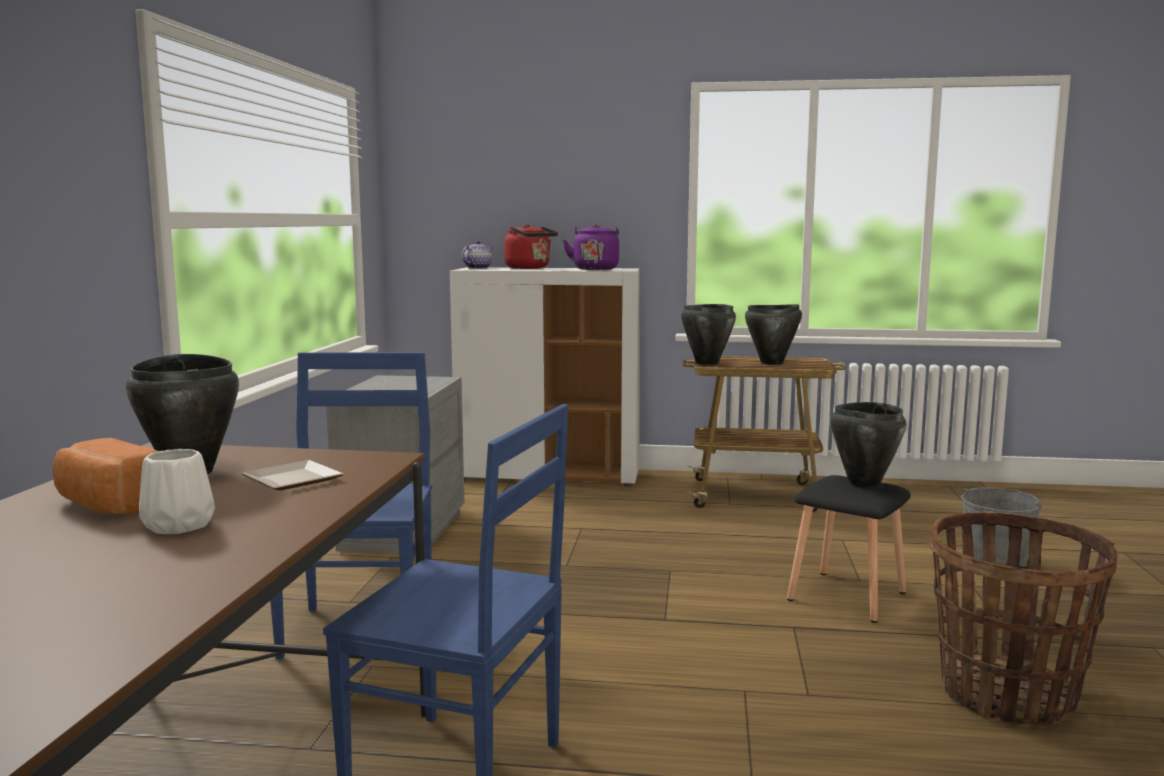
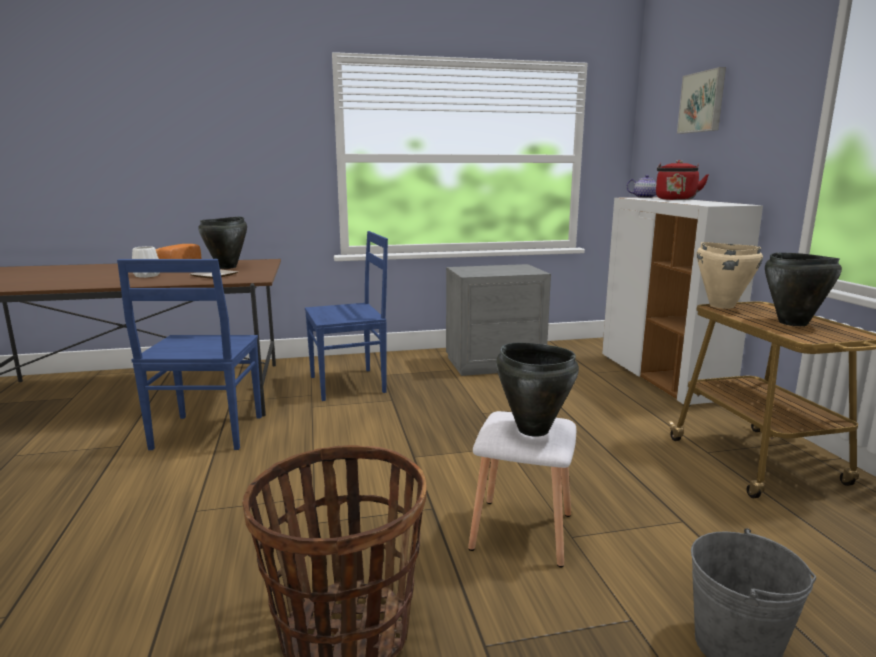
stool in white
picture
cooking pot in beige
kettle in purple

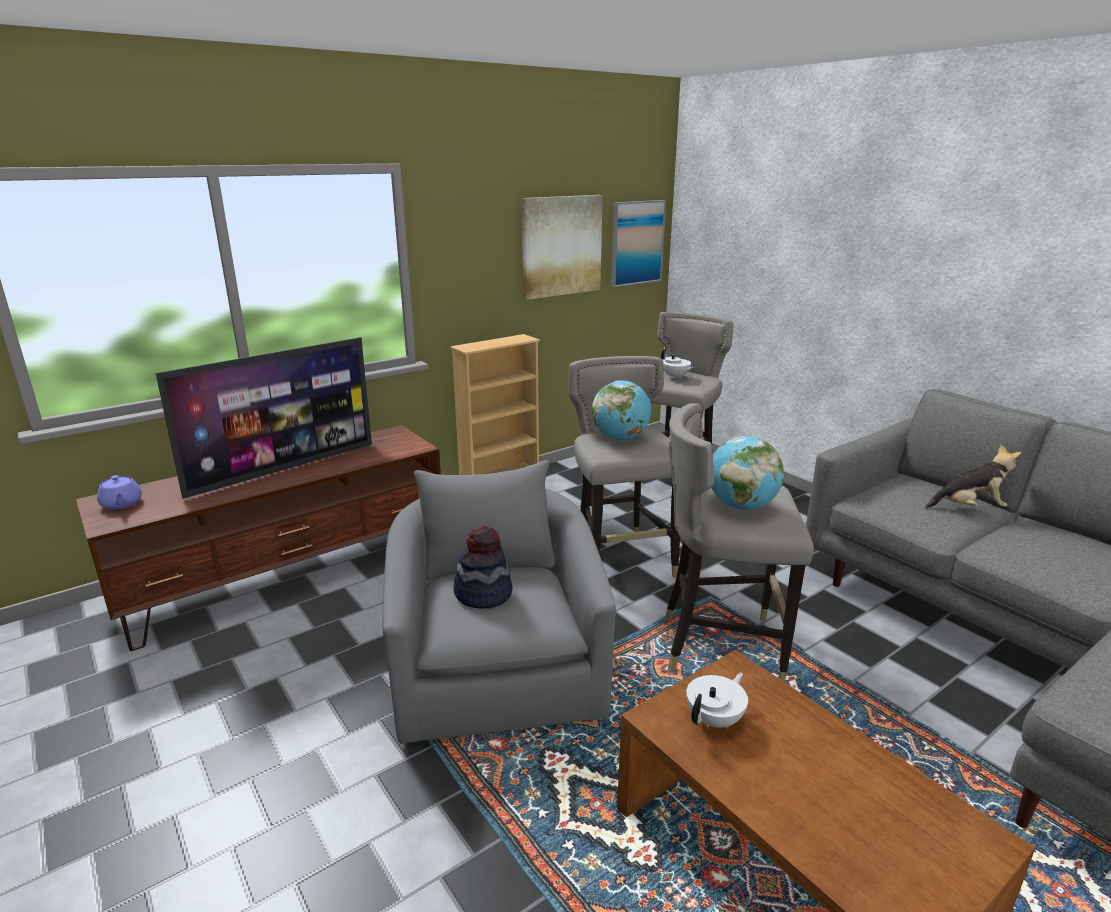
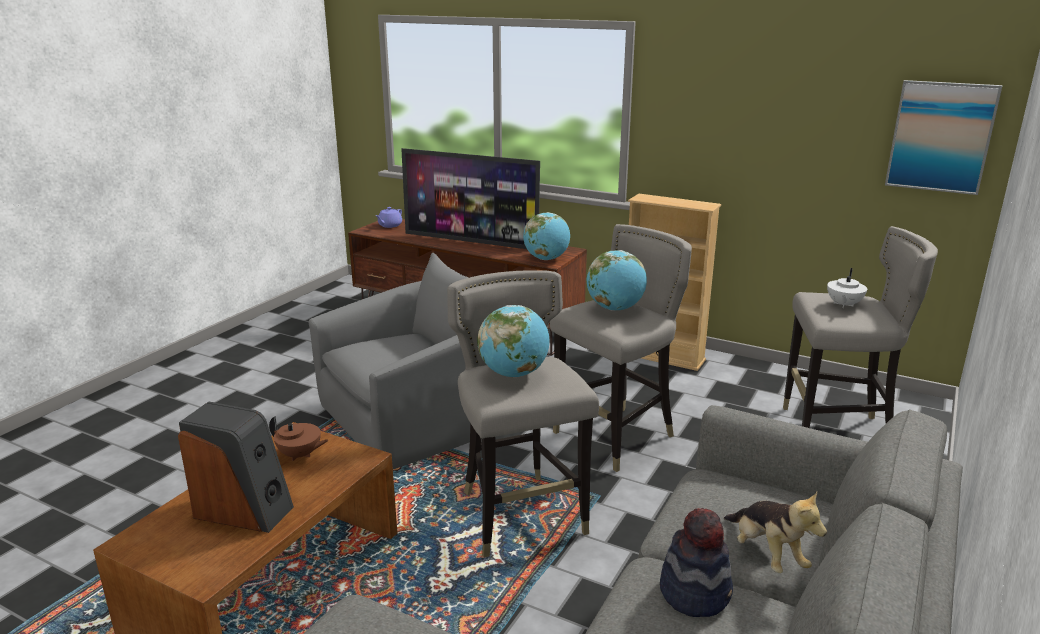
speaker
teapot in brown
globe (2nd from left)
hat
picture (1st from left in the first image)

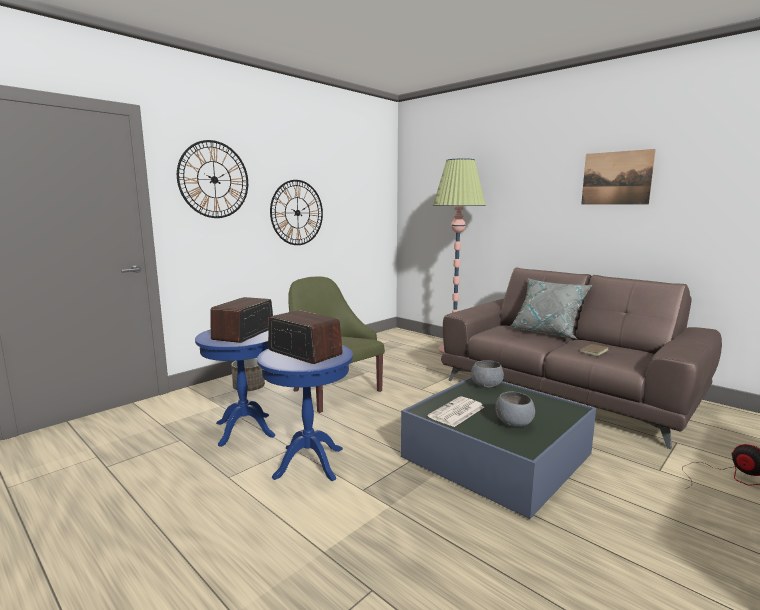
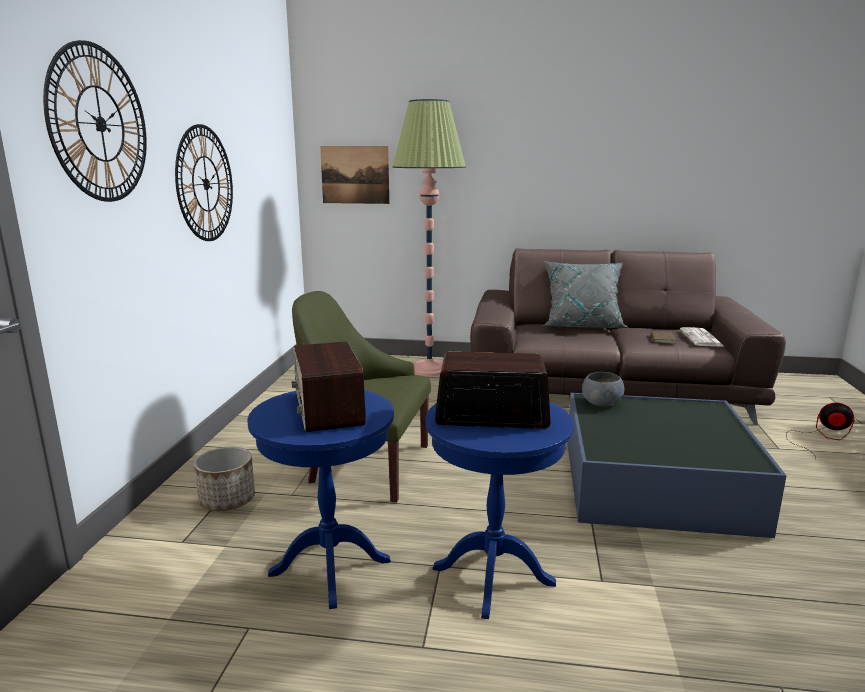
picture
newspaper
bowl in grey (2nd from left in the first image)

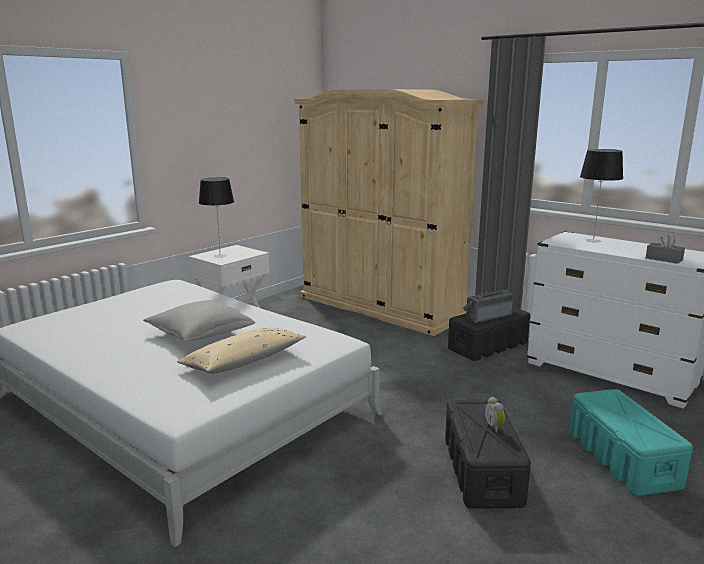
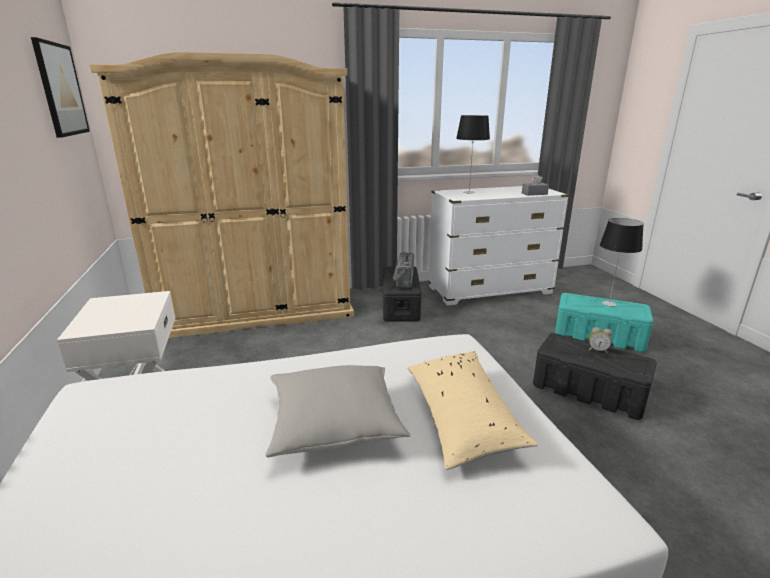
picture
table lamp (2nd from left)

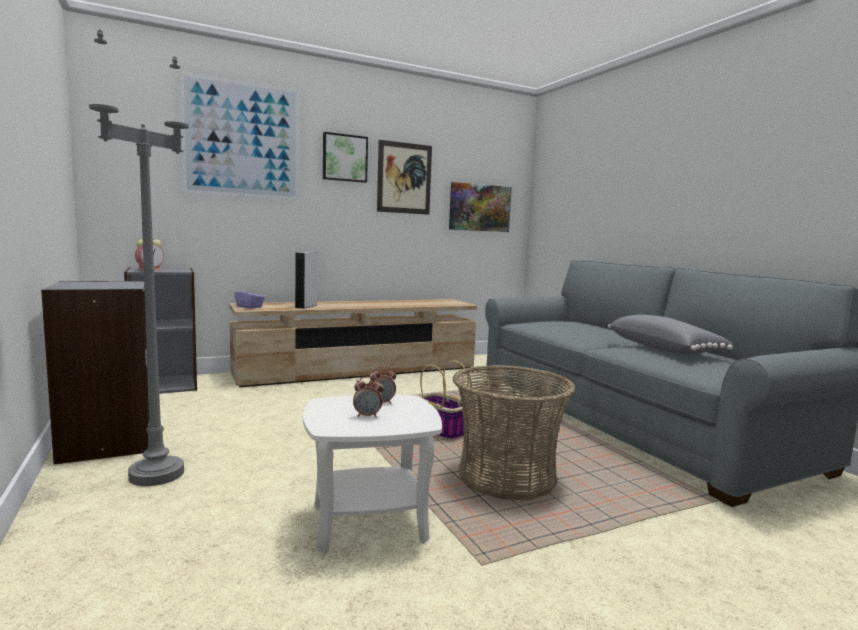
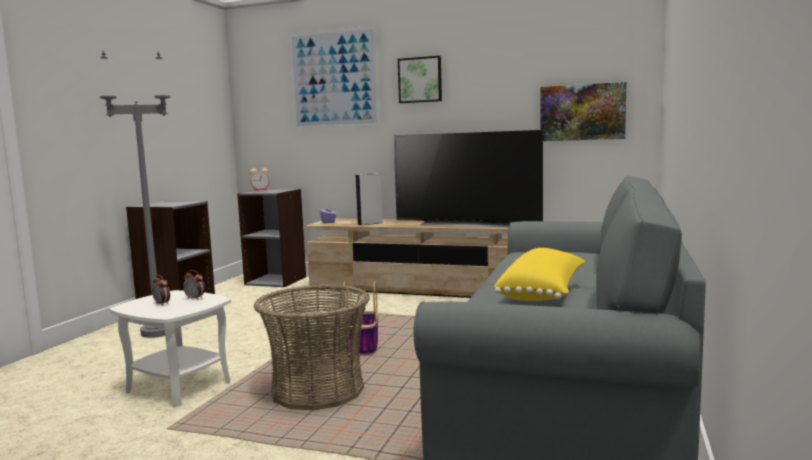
television
pillow in yellow
picture (3rd from left in the first image)

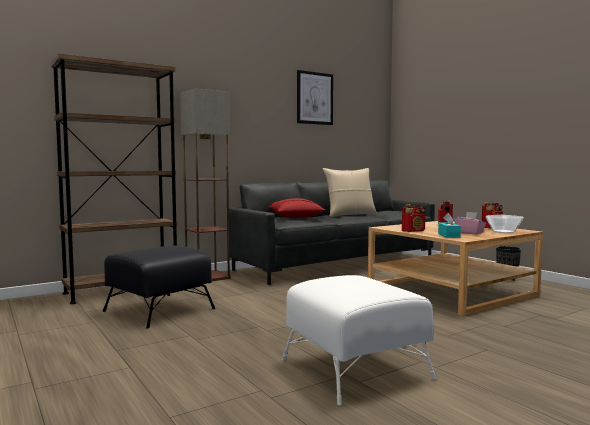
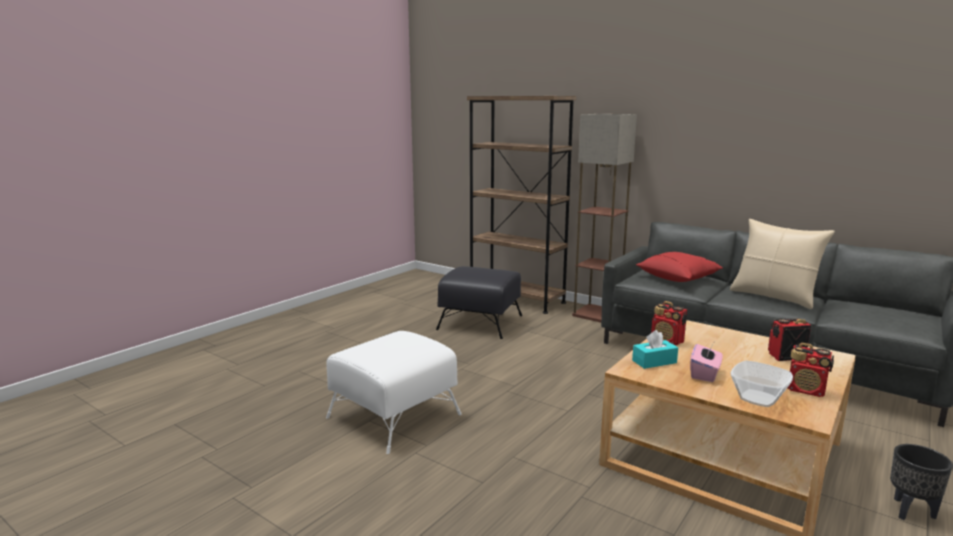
picture

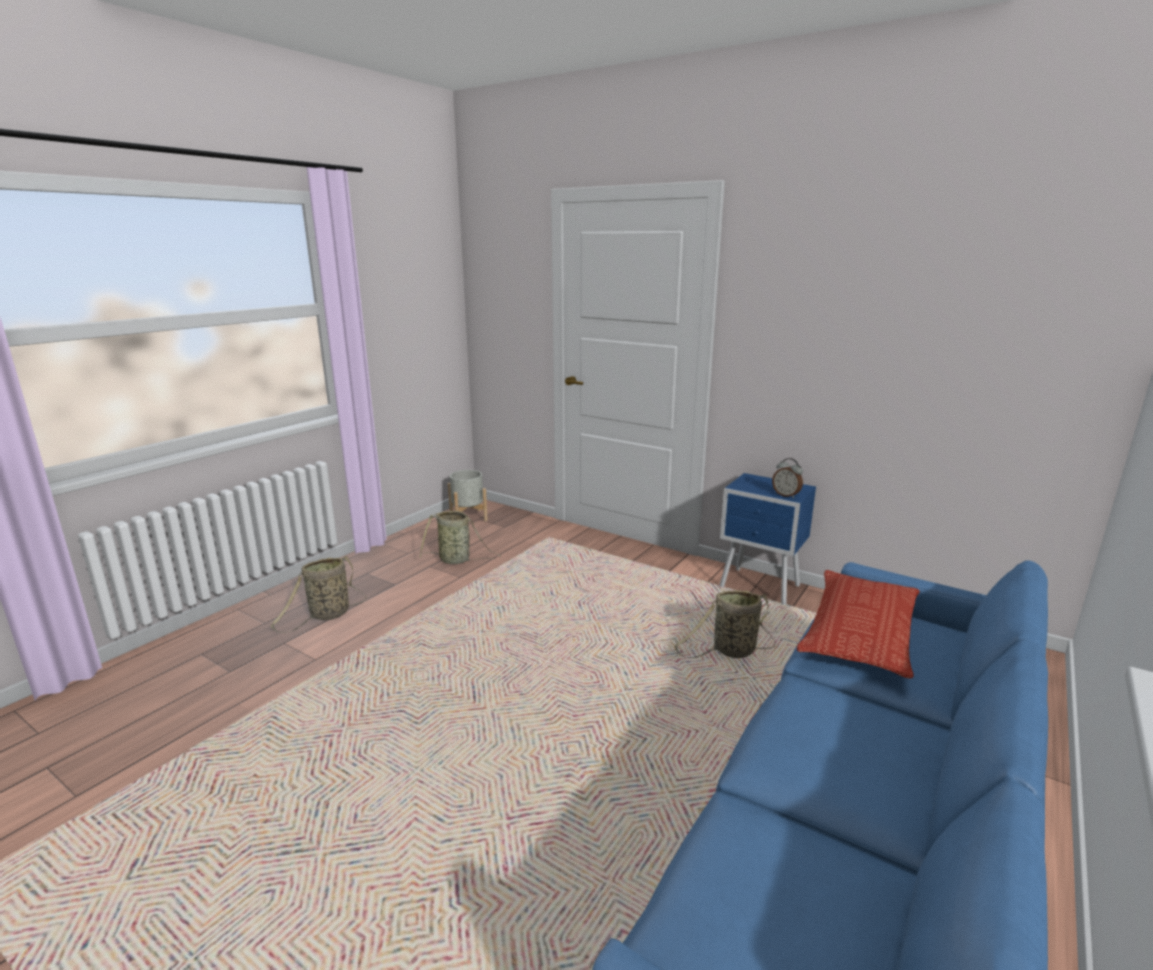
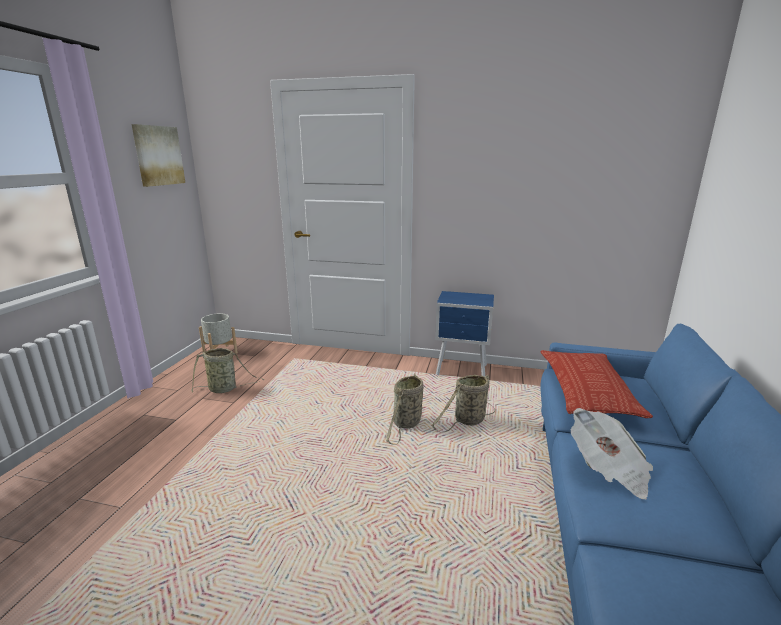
picture
basket (2nd from left)
newspaper
alarm clock

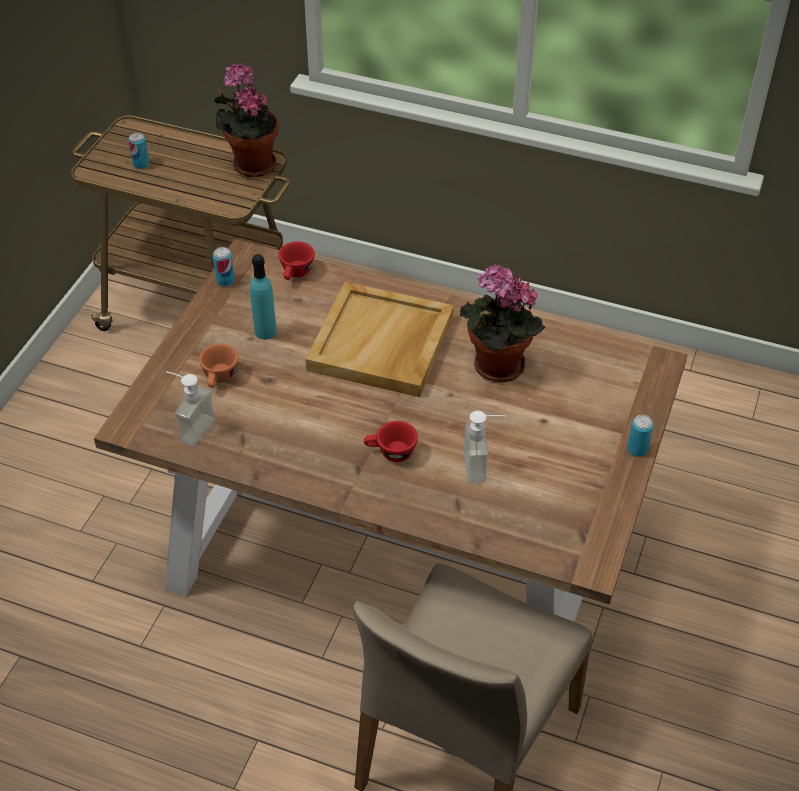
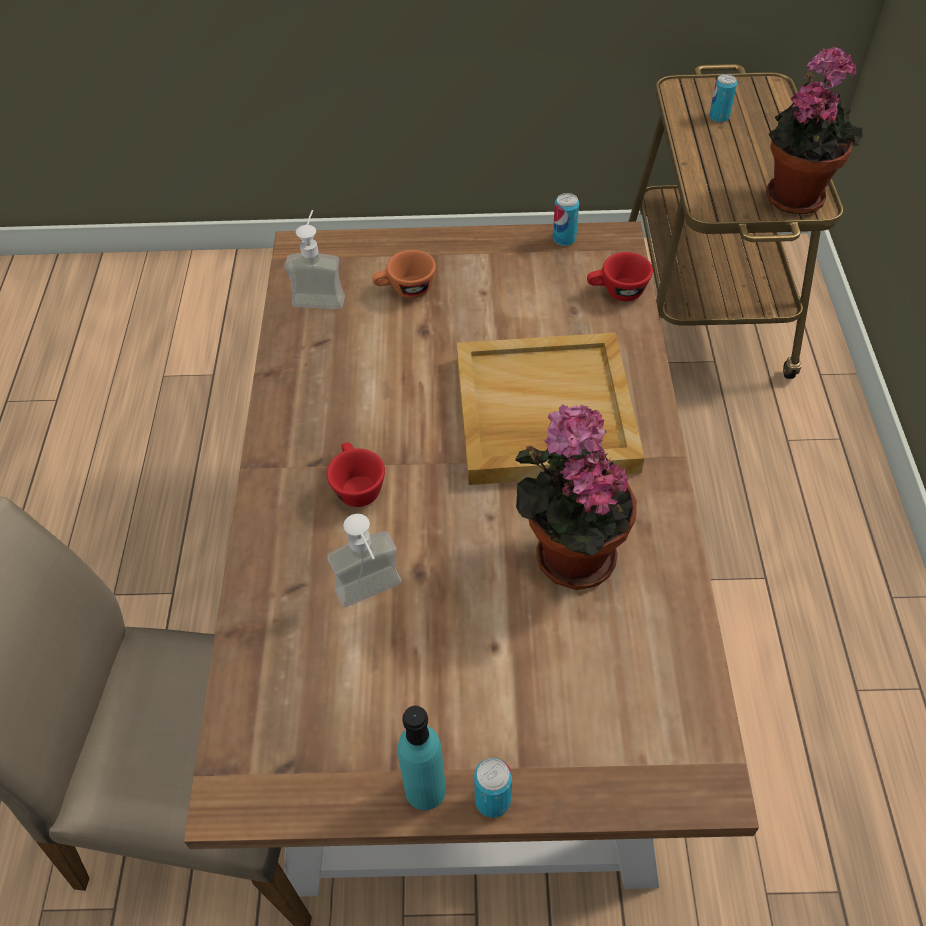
bottle in turquoise

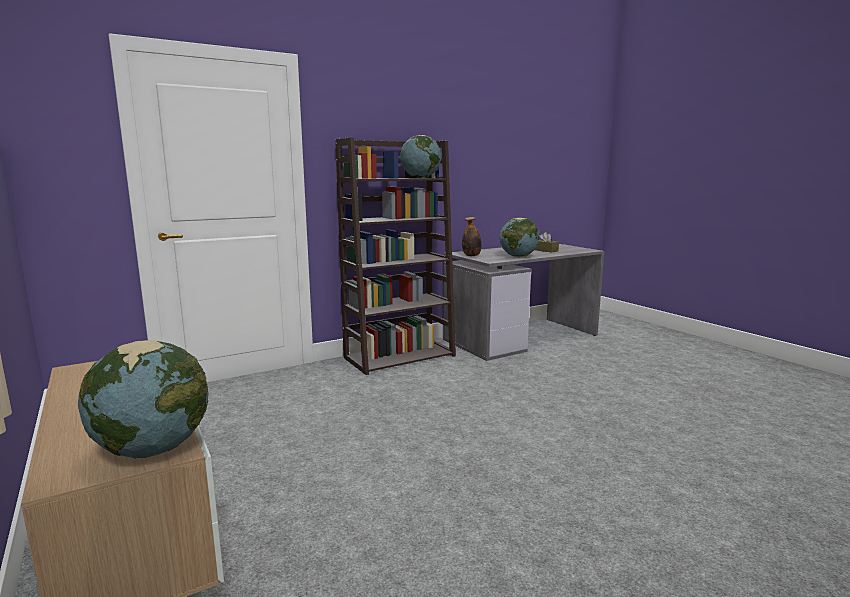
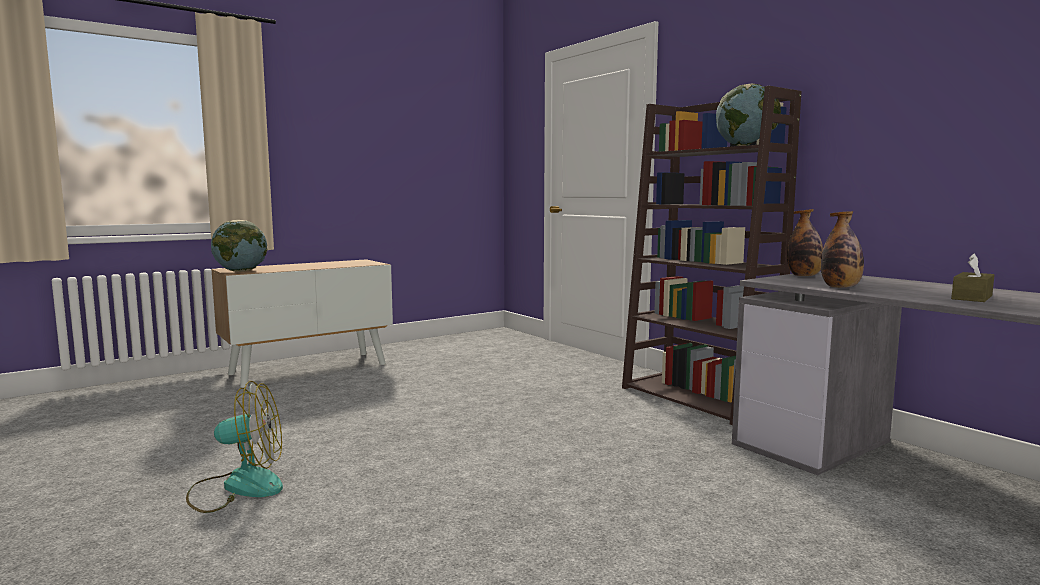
fan
bottle (2nd from left)

